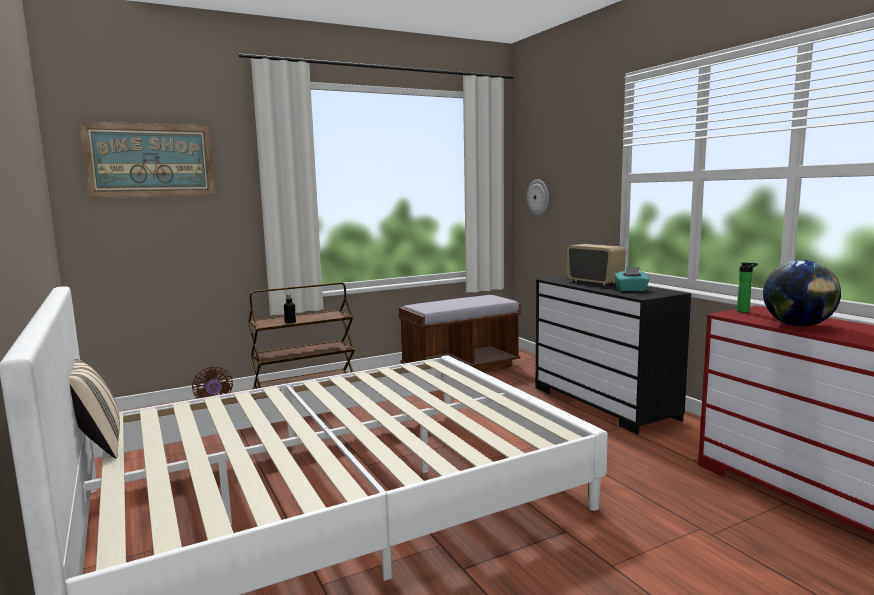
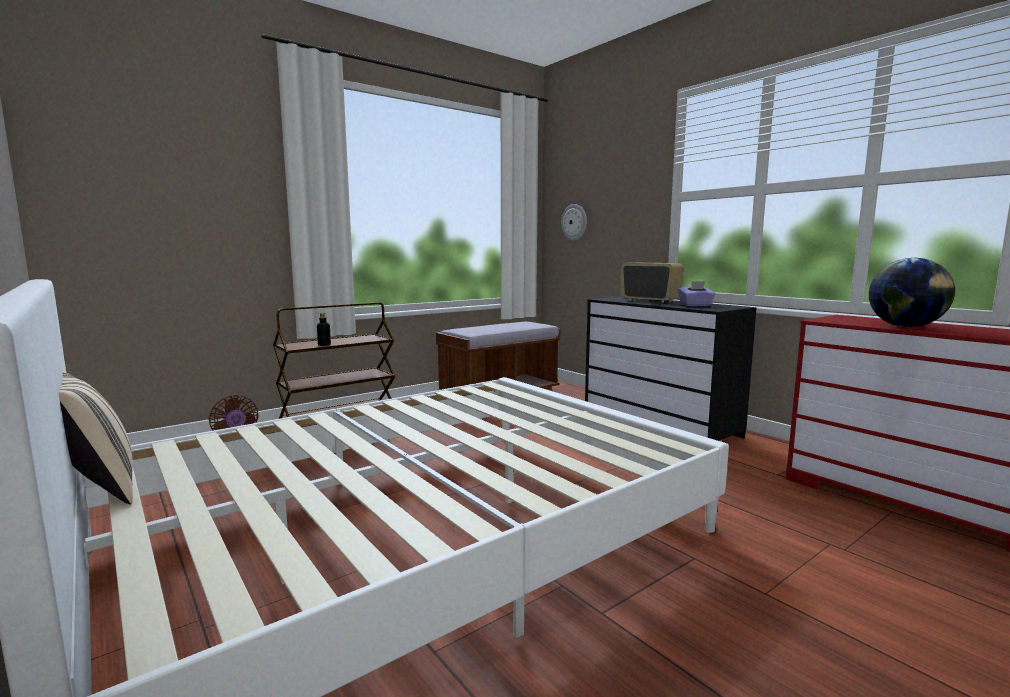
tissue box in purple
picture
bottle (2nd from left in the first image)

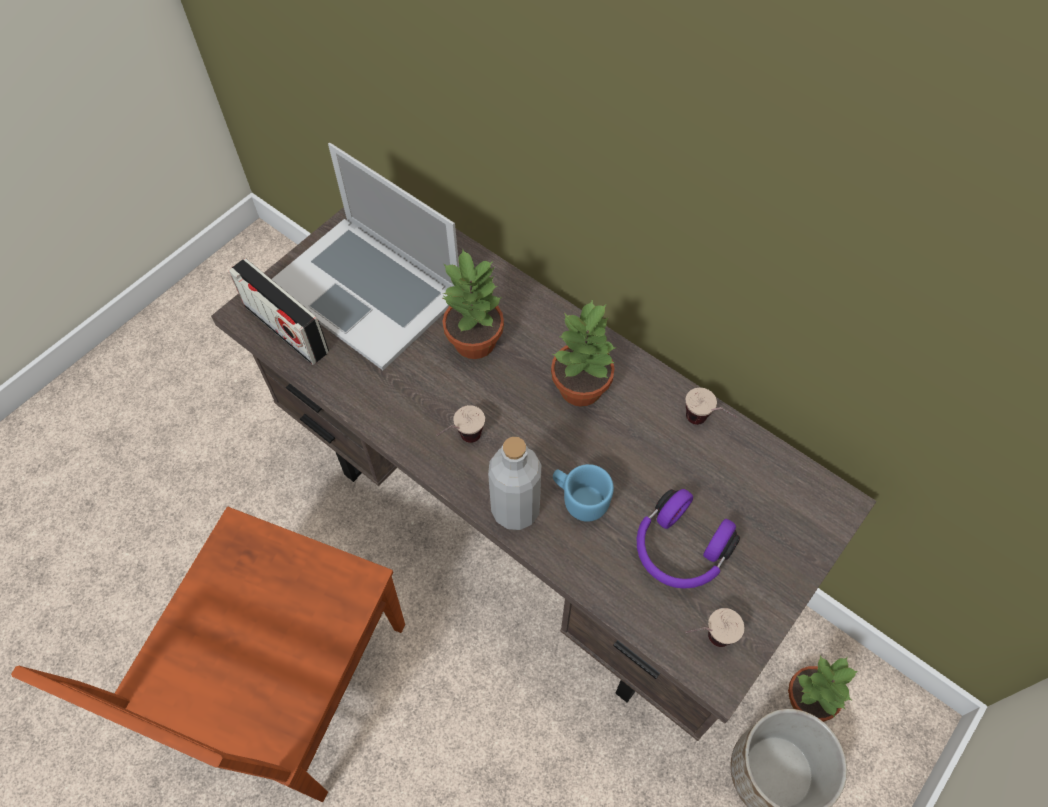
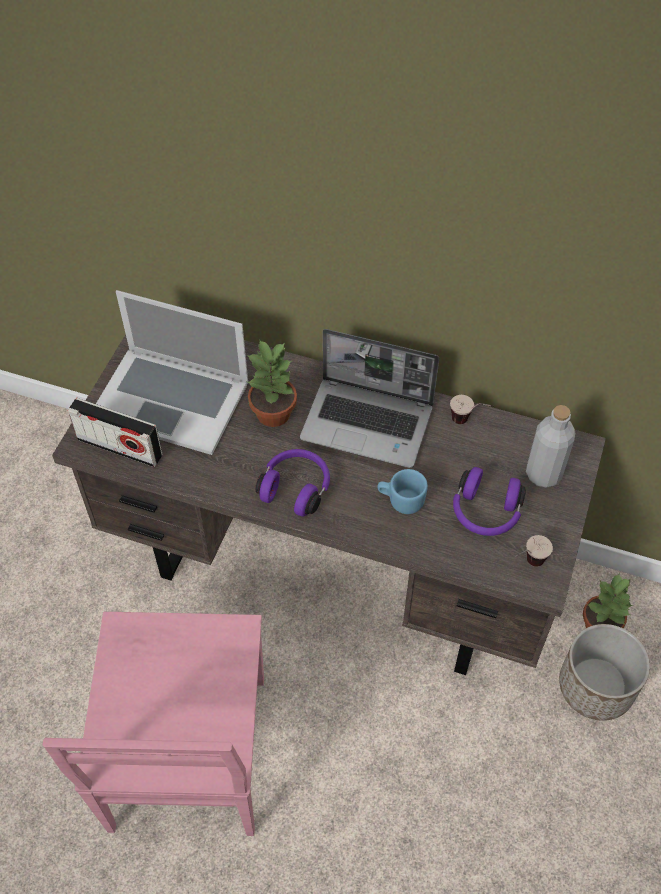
chair in pink
headphones in purple (1st from left)
laptop (2nd from left)
bottle in grey

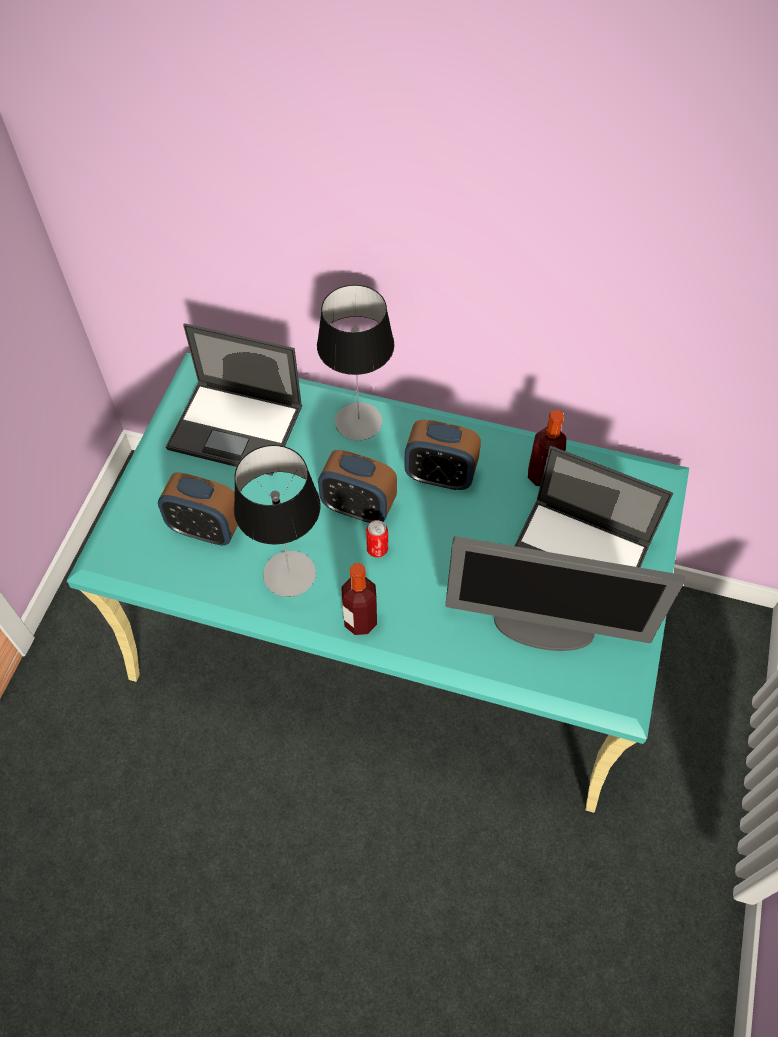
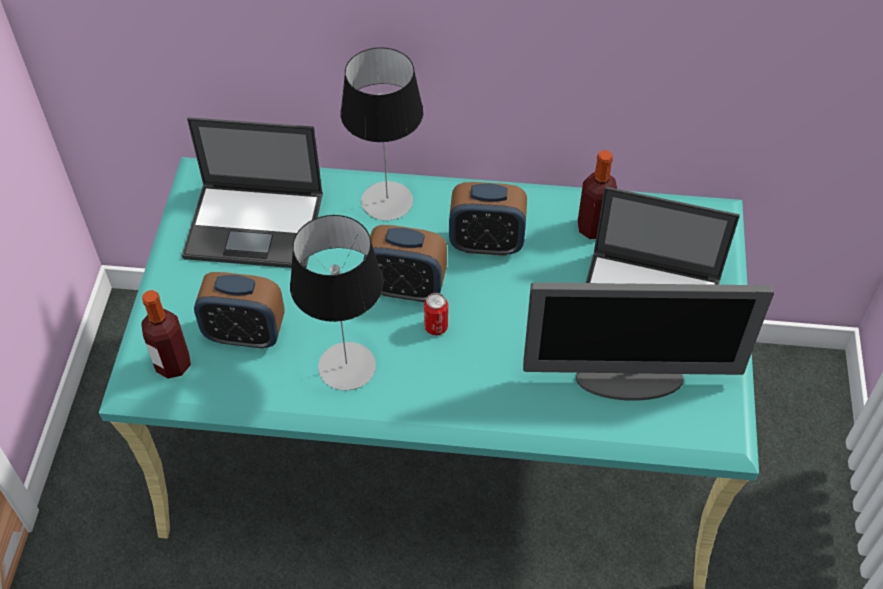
bottle (1st from left)

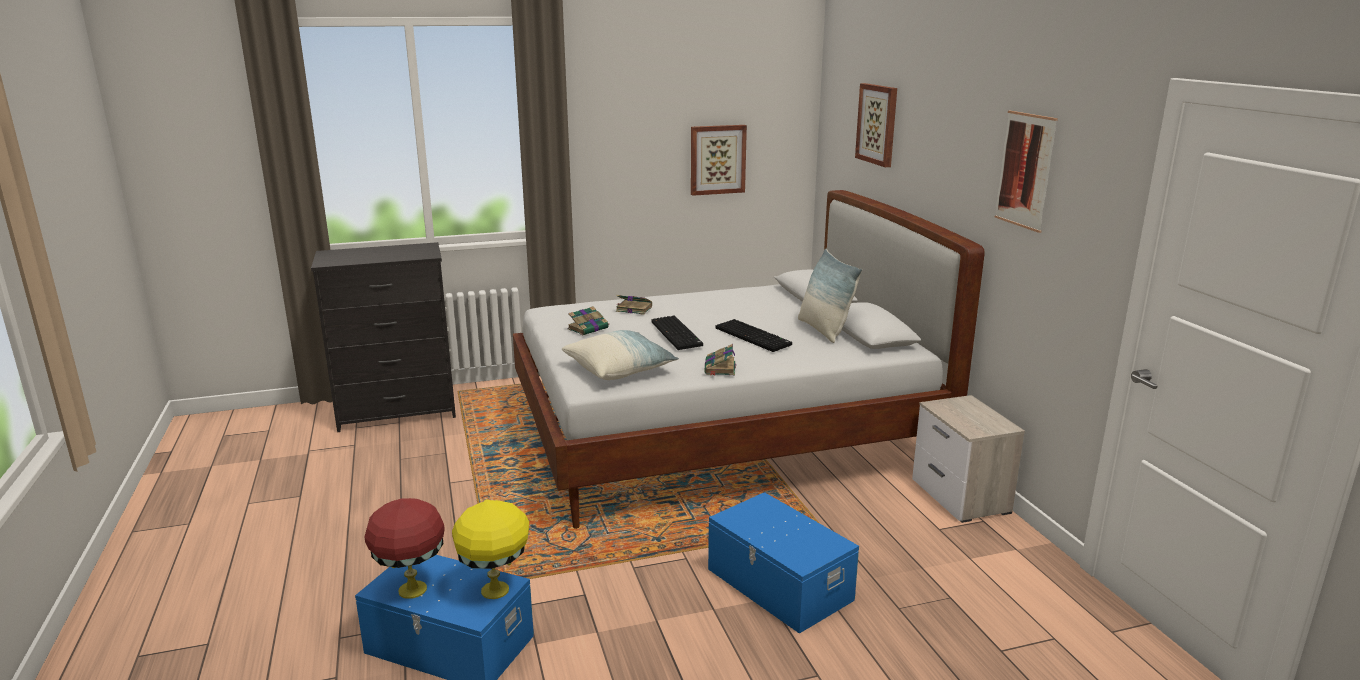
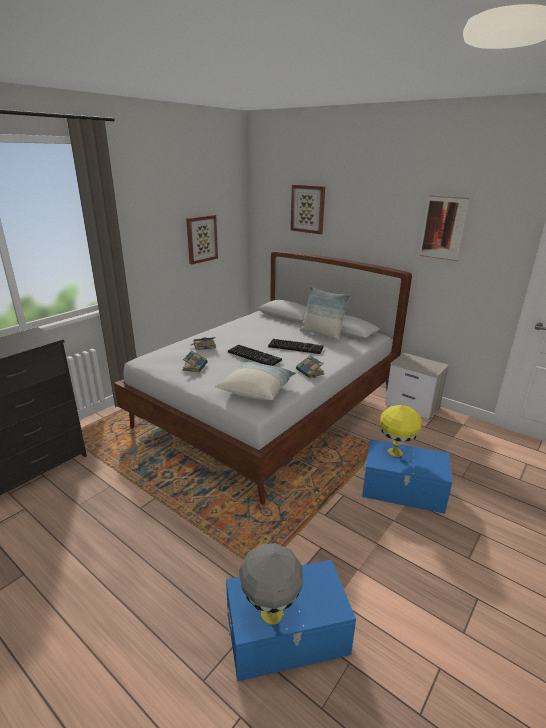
table lamp in grey
table lamp in yellow

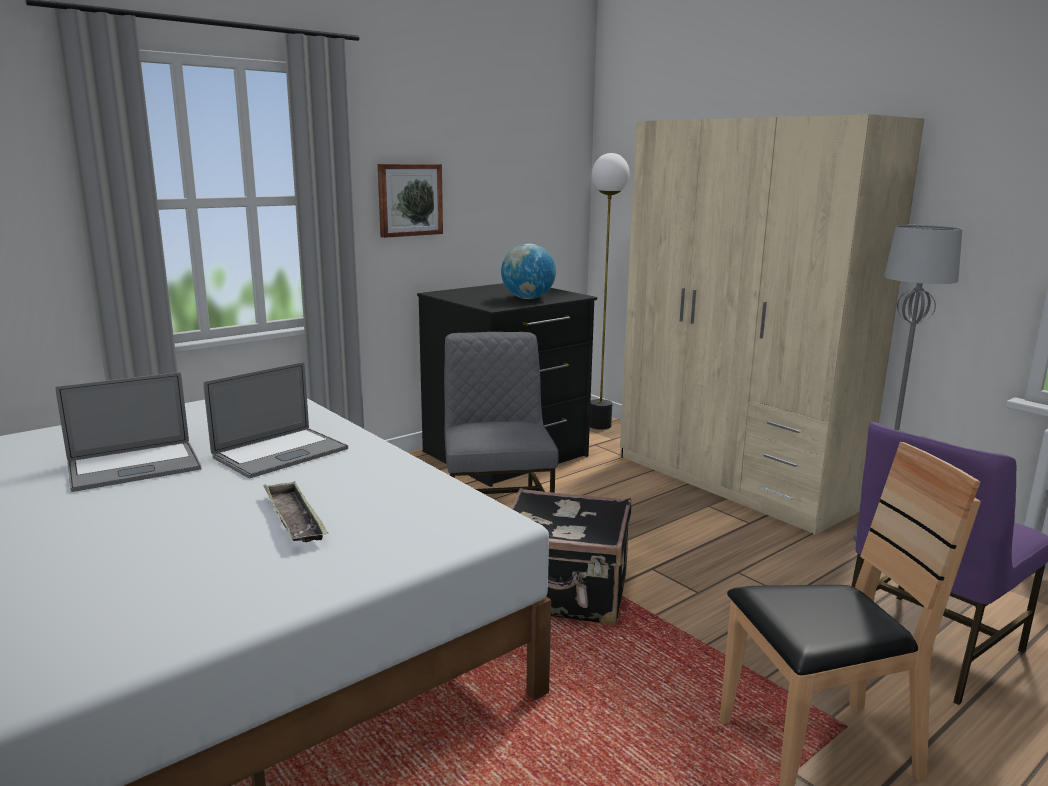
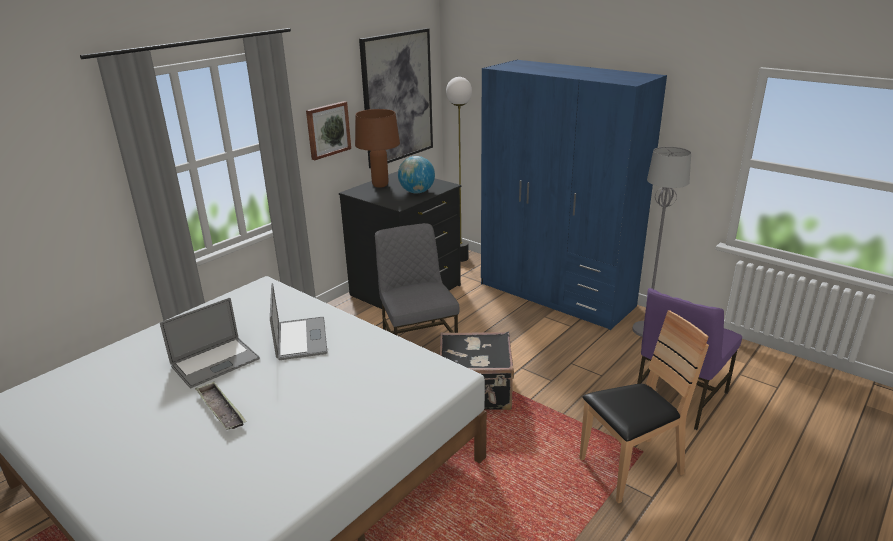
tray
laptop (2nd from left)
table lamp in brown
picture (2nd from left)
wardrobe in blue

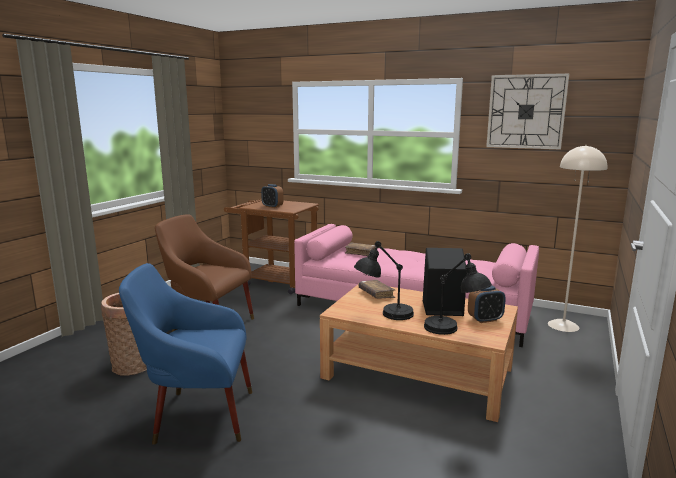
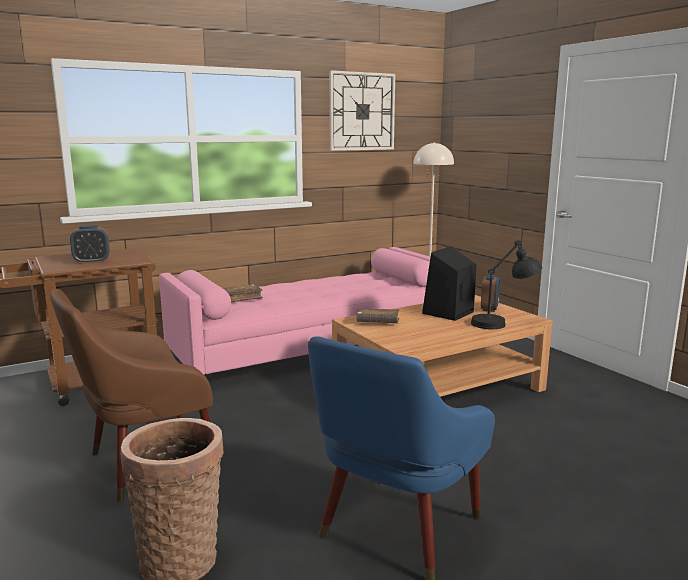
table lamp in black (1st from left in the first image)

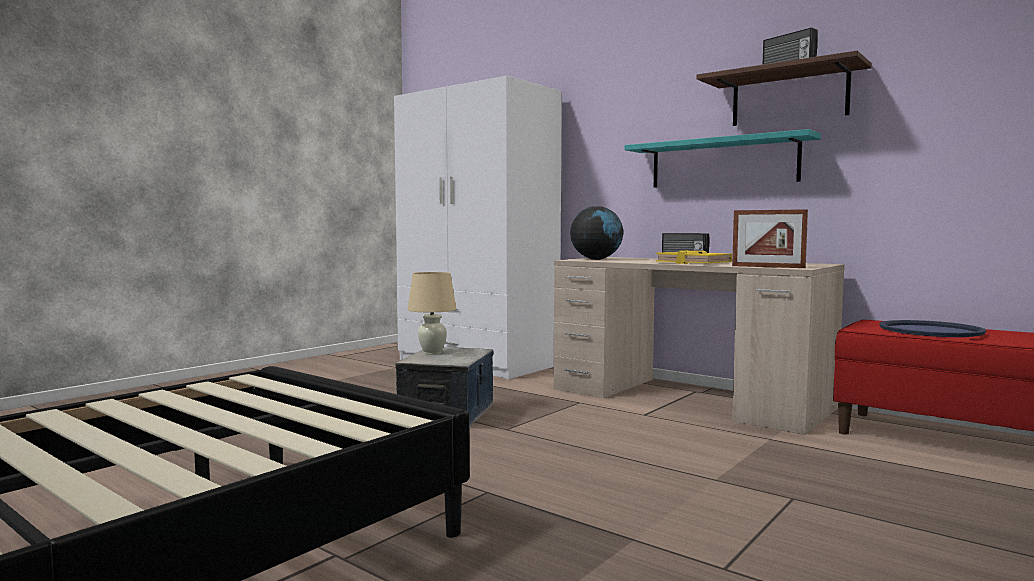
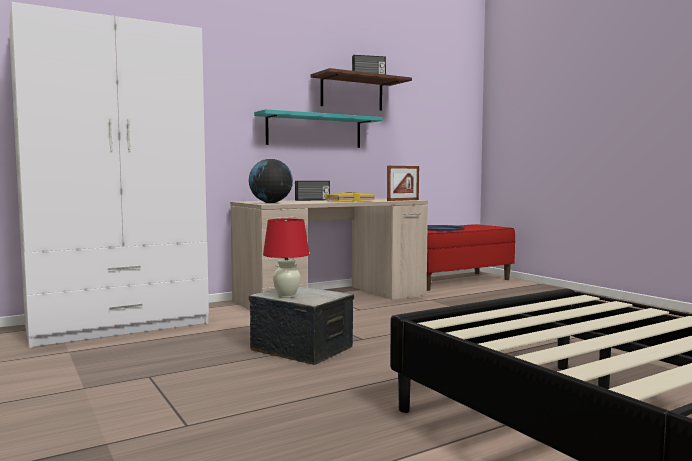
table lamp in red

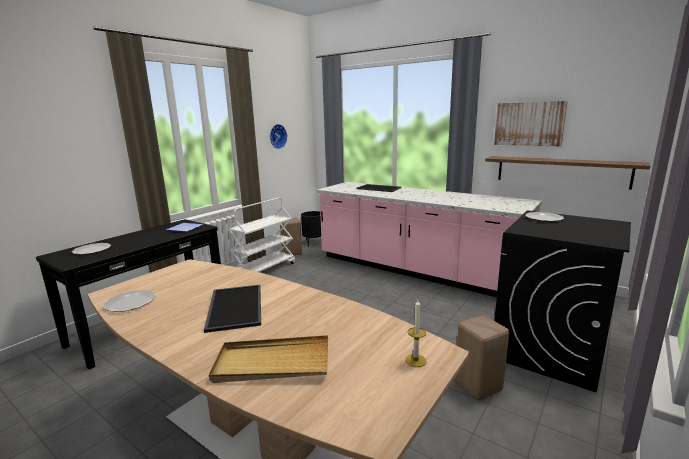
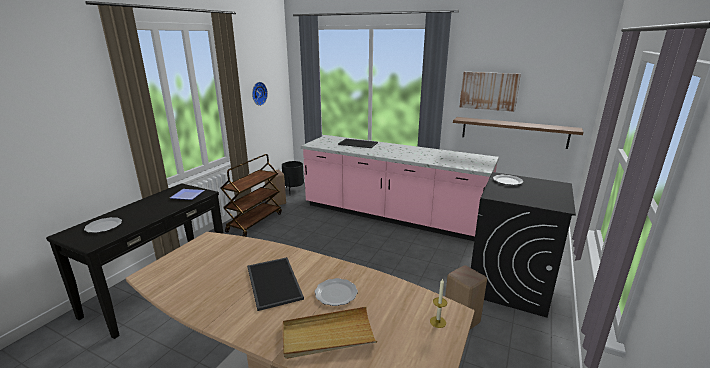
cart in brown
plate (3rd from left)

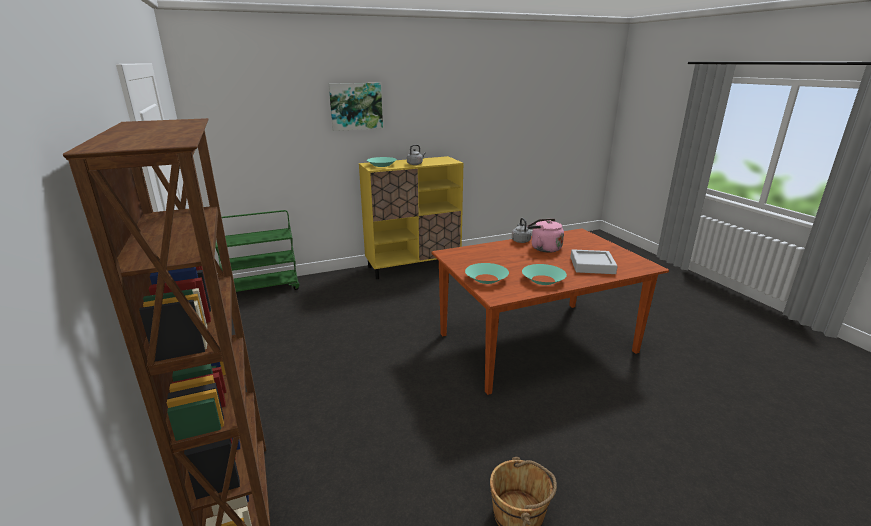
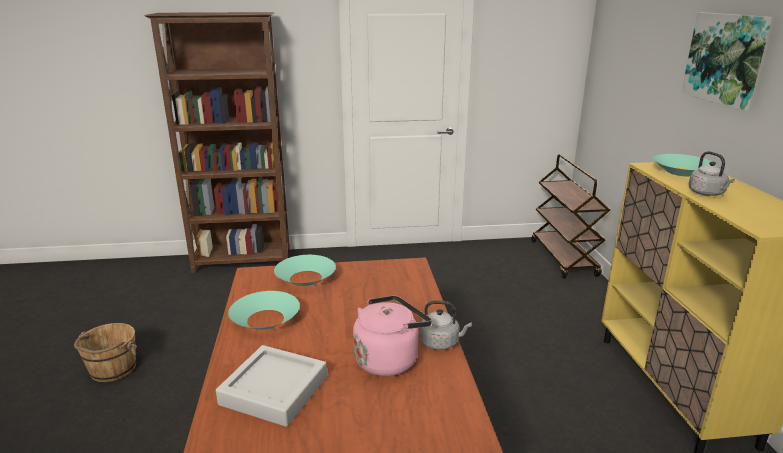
cart in brown

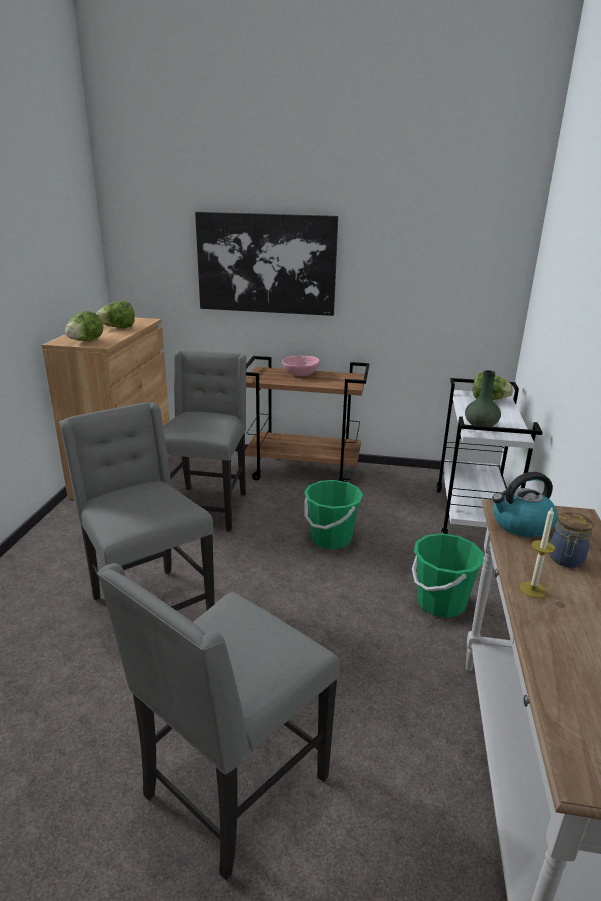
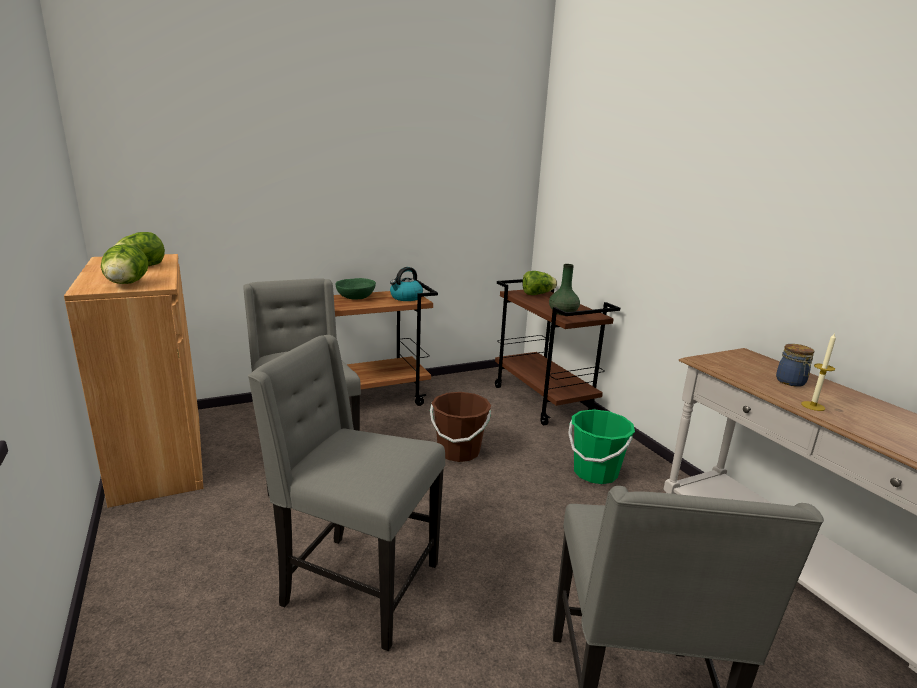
bowl in green
kettle
bucket in brown
cart in brown (2nd from left)
picture

